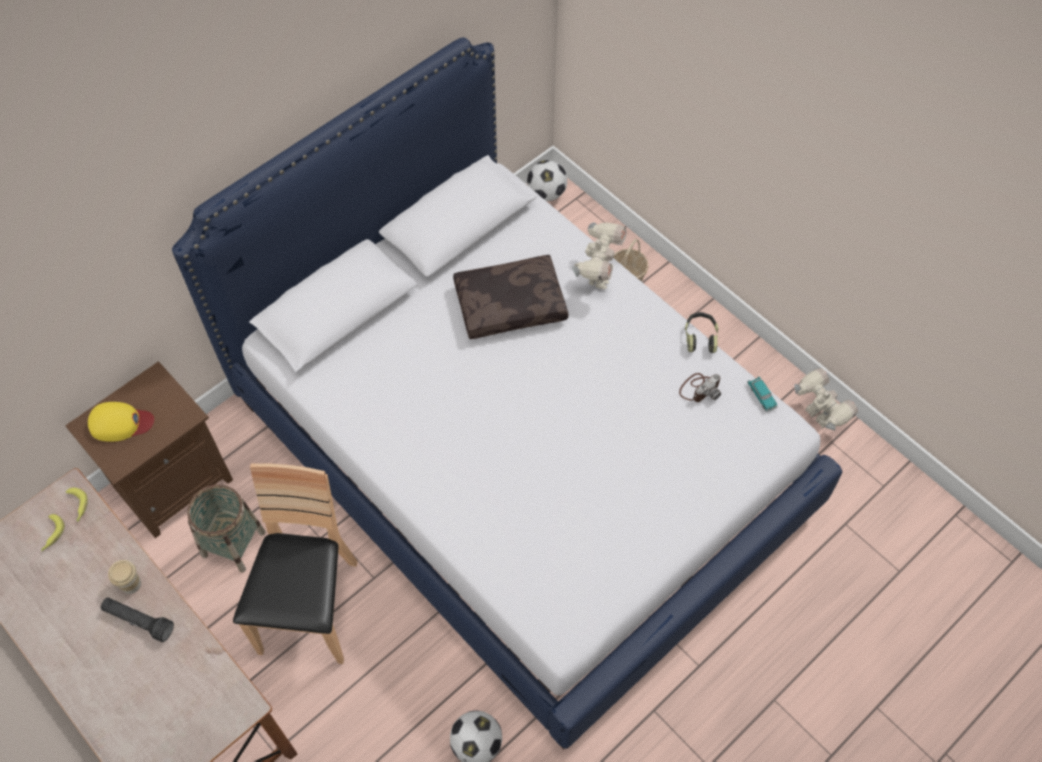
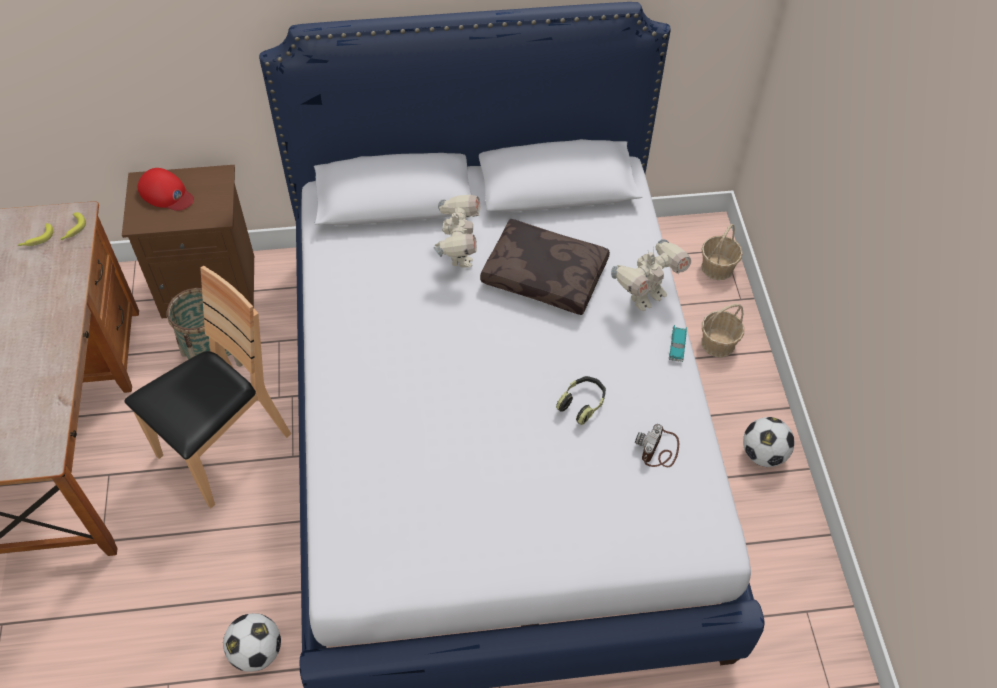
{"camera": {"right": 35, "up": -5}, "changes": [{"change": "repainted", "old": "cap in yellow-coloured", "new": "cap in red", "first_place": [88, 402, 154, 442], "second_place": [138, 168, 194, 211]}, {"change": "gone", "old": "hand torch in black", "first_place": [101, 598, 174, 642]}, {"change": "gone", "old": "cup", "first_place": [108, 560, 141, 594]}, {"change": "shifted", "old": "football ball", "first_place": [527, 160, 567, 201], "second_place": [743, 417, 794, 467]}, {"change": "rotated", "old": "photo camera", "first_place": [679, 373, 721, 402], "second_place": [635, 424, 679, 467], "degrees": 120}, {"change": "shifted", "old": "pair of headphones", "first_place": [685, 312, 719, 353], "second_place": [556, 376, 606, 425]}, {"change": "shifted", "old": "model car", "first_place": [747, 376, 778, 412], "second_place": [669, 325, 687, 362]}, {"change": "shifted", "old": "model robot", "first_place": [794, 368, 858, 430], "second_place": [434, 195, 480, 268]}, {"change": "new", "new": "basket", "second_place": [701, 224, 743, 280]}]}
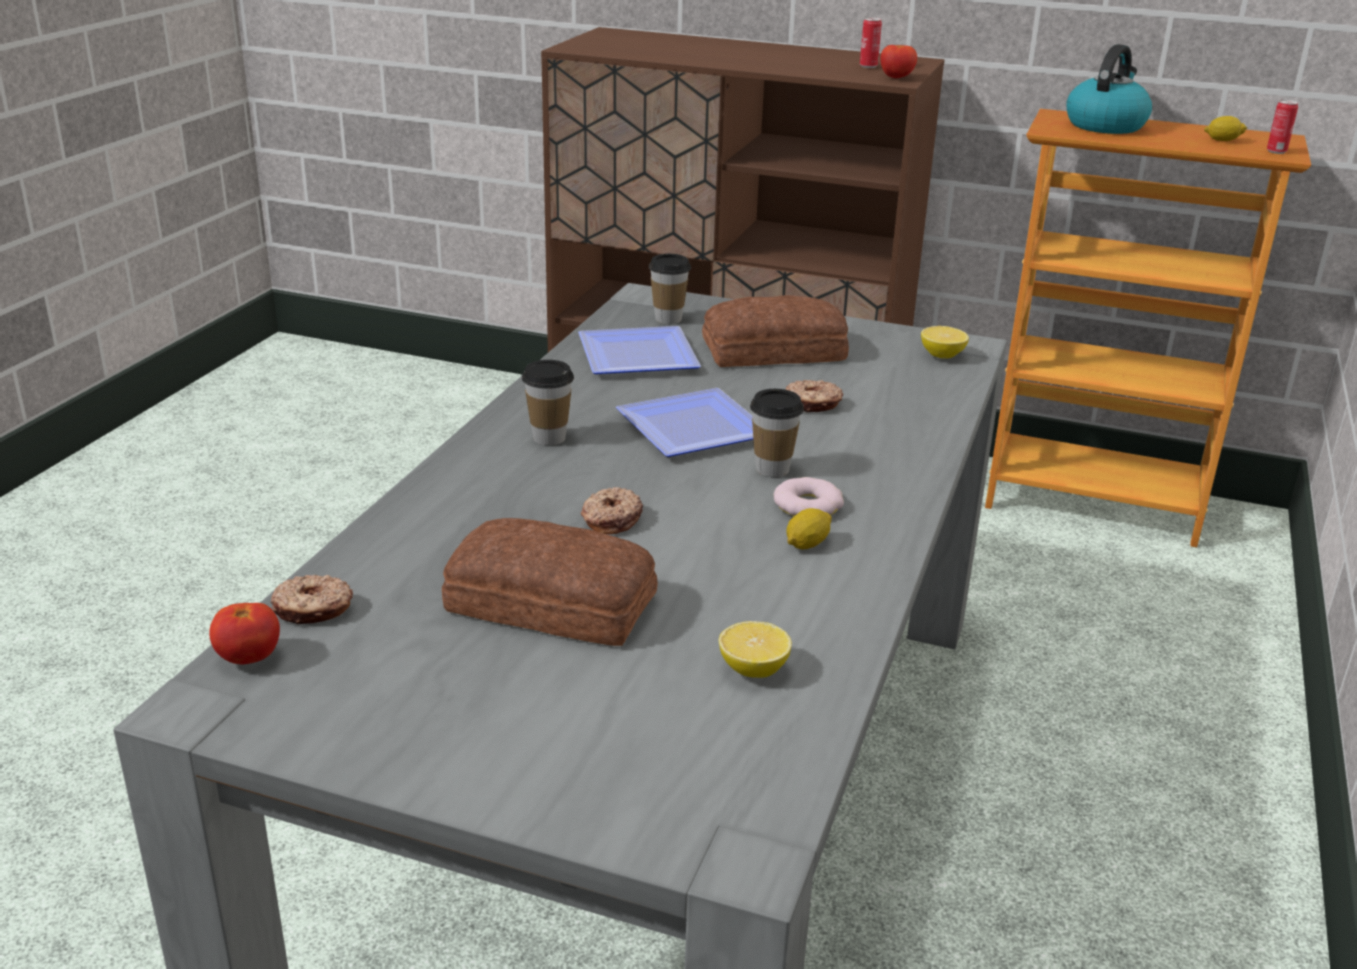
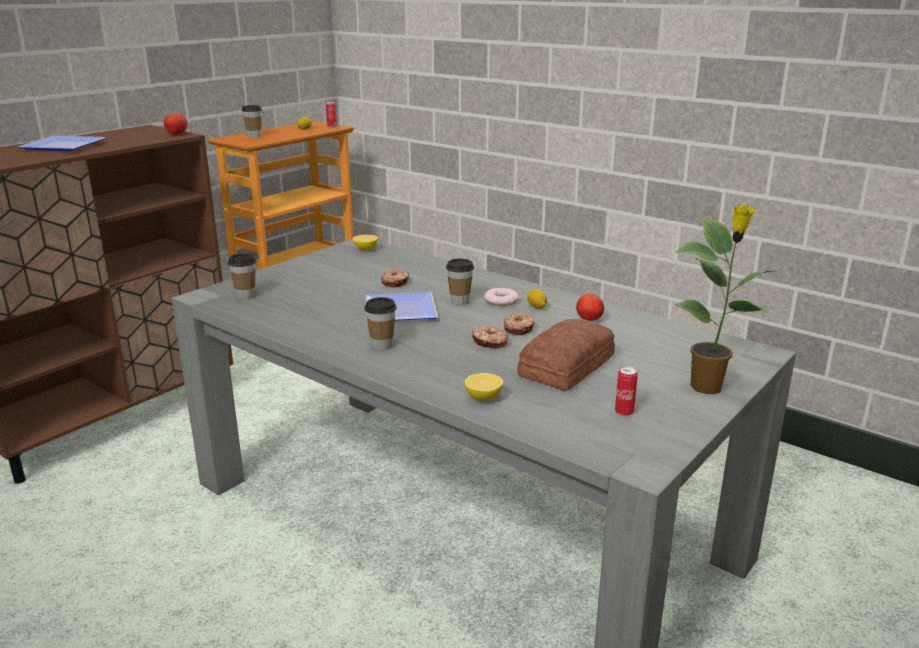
{"camera": {"right": -70, "up": -5}, "changes": [{"change": "shifted", "old": "whole tomato", "first_place": [209, 603, 280, 664], "second_place": [576, 294, 604, 321]}, {"change": "shifted", "old": "doughnut", "first_place": [271, 575, 353, 625], "second_place": [504, 312, 535, 335]}, {"change": "shifted", "old": "dinner plate", "first_place": [578, 326, 701, 374], "second_place": [18, 136, 106, 151]}, {"change": "gone", "old": "baked bread", "first_place": [702, 295, 849, 367]}, {"change": "shifted", "old": "whole lemon", "first_place": [719, 621, 792, 678], "second_place": [465, 373, 503, 401]}, {"change": "shifted", "old": "sealed can", "first_place": [860, 17, 882, 68], "second_place": [615, 366, 638, 416]}, {"change": "swapped", "old": "water kettle", "new": "cup", "first_place": [1066, 44, 1152, 134], "second_place": [242, 105, 262, 138]}, {"change": "new", "new": "houseplant", "second_place": [674, 204, 776, 394]}]}
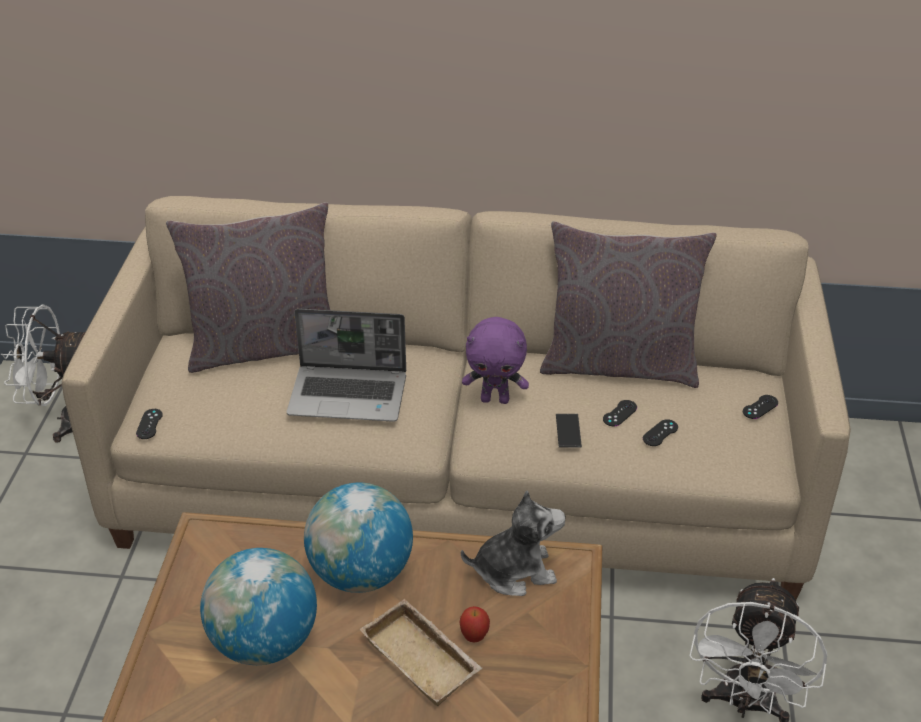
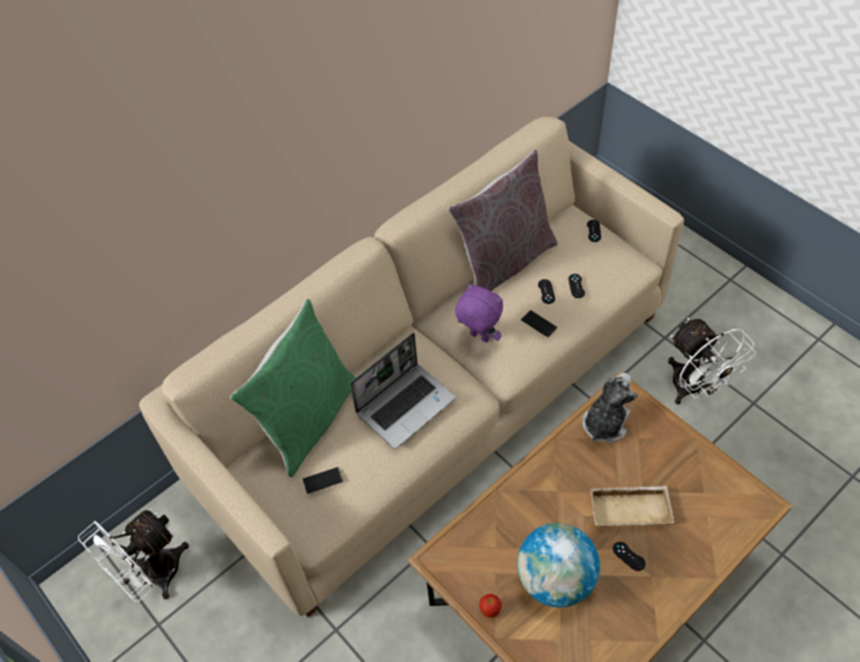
{"camera": {"right": -45, "up": 15}, "changes": [{"change": "shifted", "old": "gamepad in black", "first_place": [136, 409, 163, 439], "second_place": [613, 542, 646, 571]}, {"change": "repainted", "old": "cushion in greyish", "new": "cushion in greenish", "first_place": [166, 202, 330, 373], "second_place": [230, 299, 356, 477]}, {"change": "gone", "old": "desk globe", "first_place": [304, 483, 413, 593]}, {"change": "shifted", "old": "apple", "first_place": [459, 606, 490, 643], "second_place": [479, 594, 502, 617]}, {"change": "rotated", "old": "plush toy in purple-coloured", "first_place": [462, 317, 529, 404], "second_place": [455, 283, 503, 343], "degrees": -105}, {"change": "new", "new": "telephone", "second_place": [303, 467, 343, 494]}]}
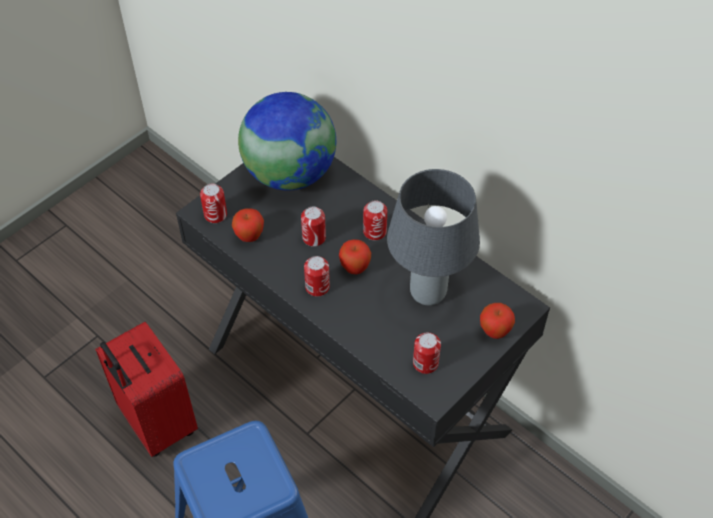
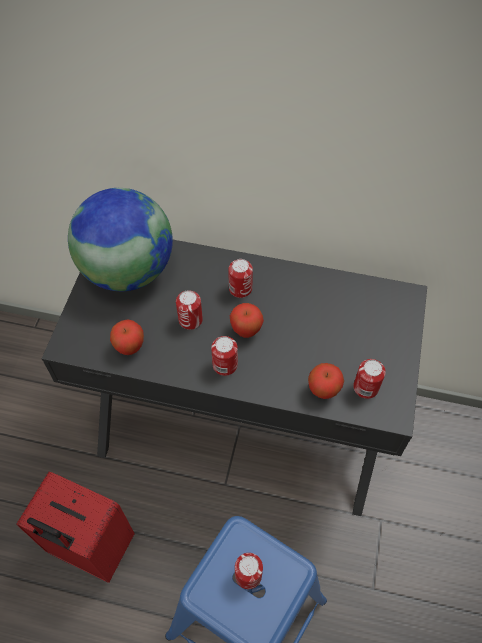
{"camera": {"right": -30, "up": 5}, "changes": [{"change": "shifted", "old": "sealed can", "first_place": [200, 184, 227, 223], "second_place": [235, 553, 263, 589]}, {"change": "gone", "old": "table lamp in greyish", "first_place": [387, 169, 480, 306]}, {"change": "shifted", "old": "apple", "first_place": [480, 303, 515, 339], "second_place": [308, 363, 344, 399]}]}
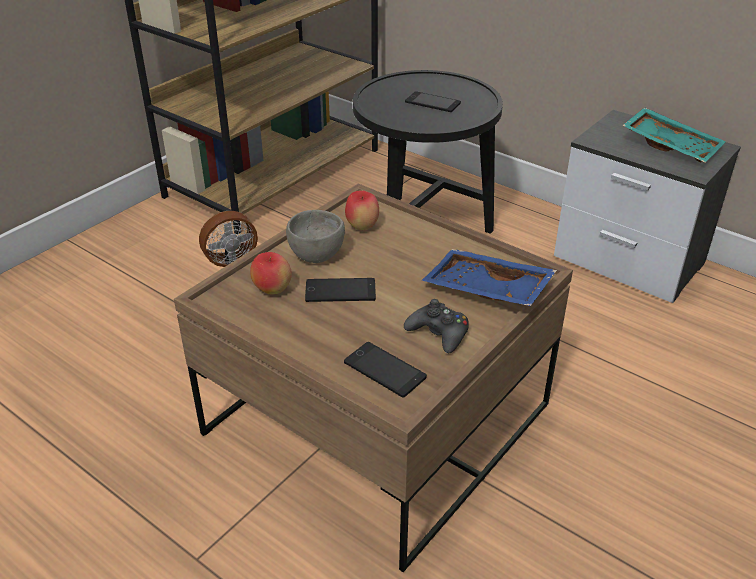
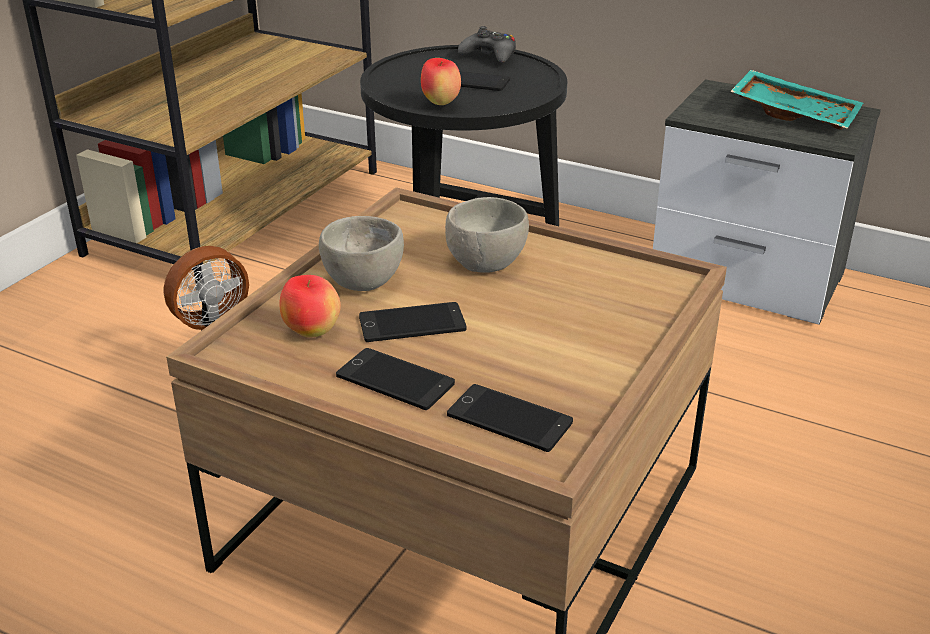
{"camera": {"right": -10, "up": -5}, "changes": [{"change": "shifted", "old": "apple", "first_place": [345, 191, 379, 230], "second_place": [421, 58, 461, 105]}, {"change": "shifted", "old": "gamepad in black", "first_place": [404, 299, 469, 353], "second_place": [458, 26, 516, 63]}, {"change": "gone", "old": "serving tray in blue", "first_place": [421, 249, 557, 306]}, {"change": "new", "new": "telephone", "second_place": [336, 348, 455, 410]}, {"change": "new", "new": "deep dish in greyish", "second_place": [445, 197, 529, 273]}]}
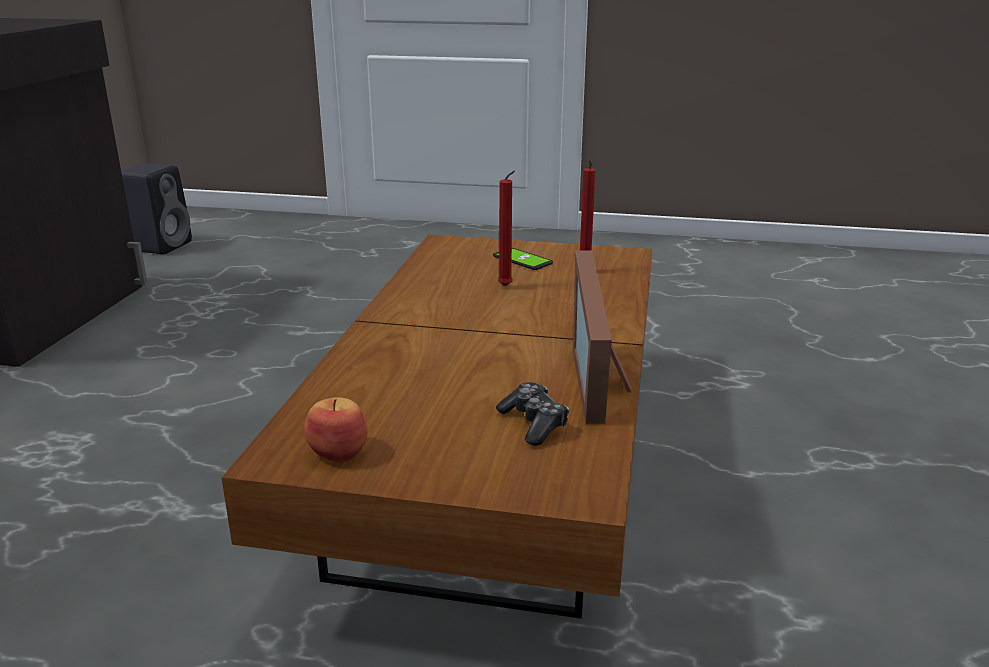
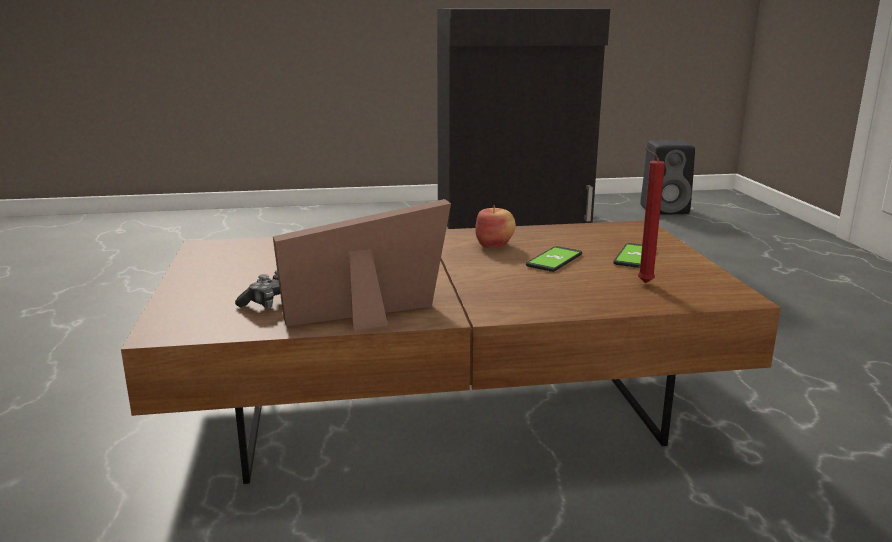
{"camera": {"right": 70, "up": -5}, "changes": [{"change": "shifted", "old": "apple", "first_place": [304, 397, 368, 463], "second_place": [475, 205, 516, 248]}, {"change": "swapped", "old": "wax light in red", "new": "telephone", "first_place": [498, 171, 515, 286], "second_place": [526, 246, 582, 272]}]}
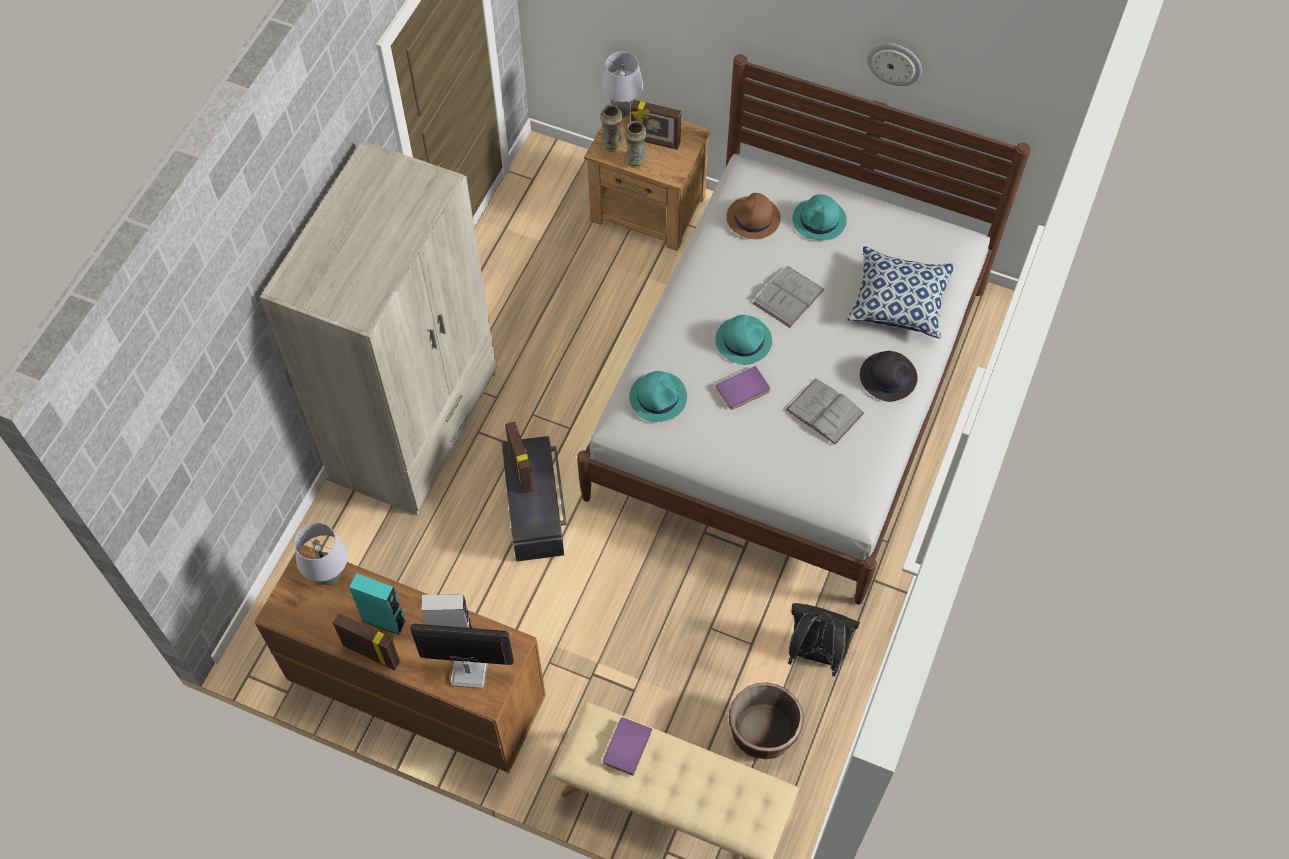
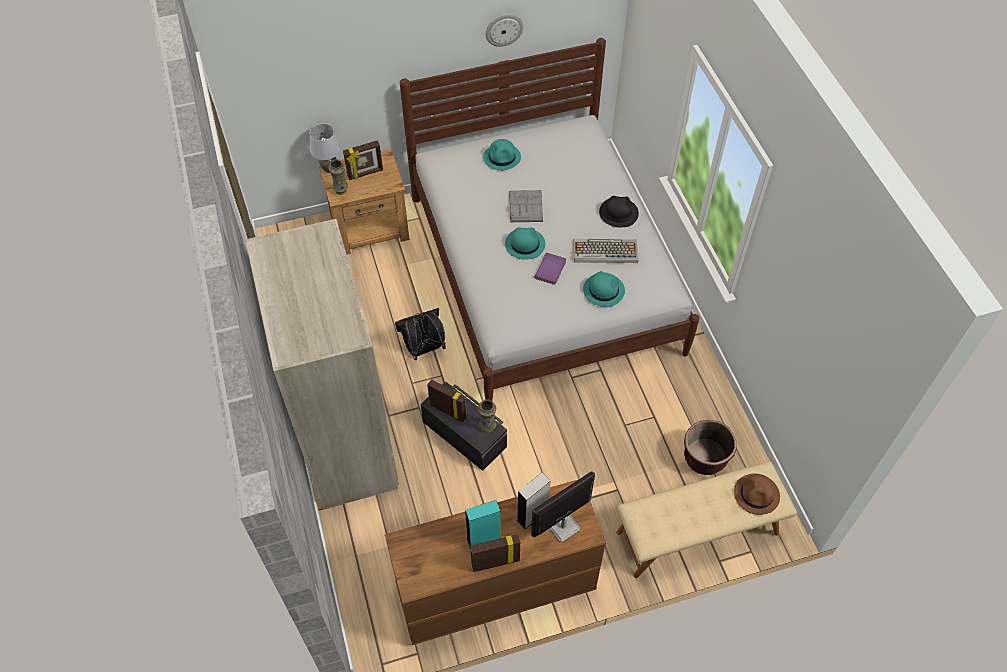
{"camera": {"right": -40, "up": -5}, "changes": [{"change": "gone", "old": "table lamp in greyish", "first_place": [294, 523, 348, 585]}, {"change": "gone", "old": "volume in purple-coloured", "first_place": [603, 717, 652, 776]}, {"change": "shifted", "old": "decorative vase", "first_place": [624, 121, 647, 168], "second_place": [478, 399, 497, 433]}, {"change": "shifted", "old": "hat in turquoise-coloured", "first_place": [629, 371, 687, 422], "second_place": [583, 271, 625, 307]}, {"change": "shifted", "old": "hat in brown", "first_place": [726, 193, 781, 239], "second_place": [734, 473, 780, 515]}, {"change": "swapped", "old": "volume in greyish", "new": "PC keyboard", "first_place": [786, 379, 864, 445], "second_place": [573, 239, 639, 263]}, {"change": "shifted", "old": "backpack in black", "first_place": [788, 603, 860, 676], "second_place": [395, 308, 446, 360]}, {"change": "gone", "old": "cushion", "first_place": [847, 246, 955, 339]}]}
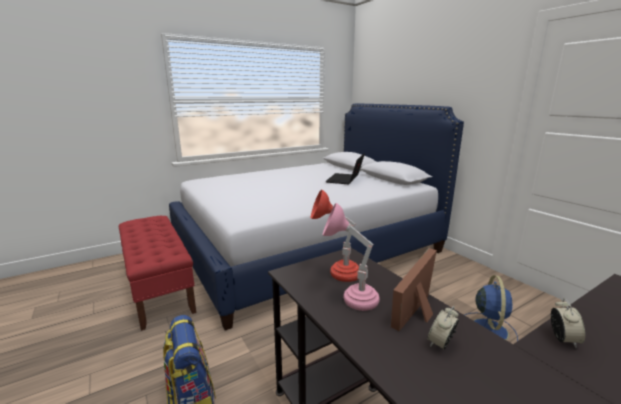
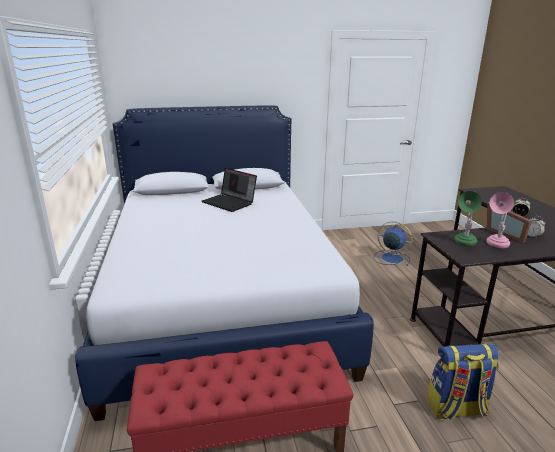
{"camera": {"right": -70, "up": 5}, "changes": [{"change": "repainted", "old": "table lamp in red", "new": "table lamp in greenish", "first_place": [311, 189, 359, 282], "second_place": [454, 191, 482, 246]}]}
